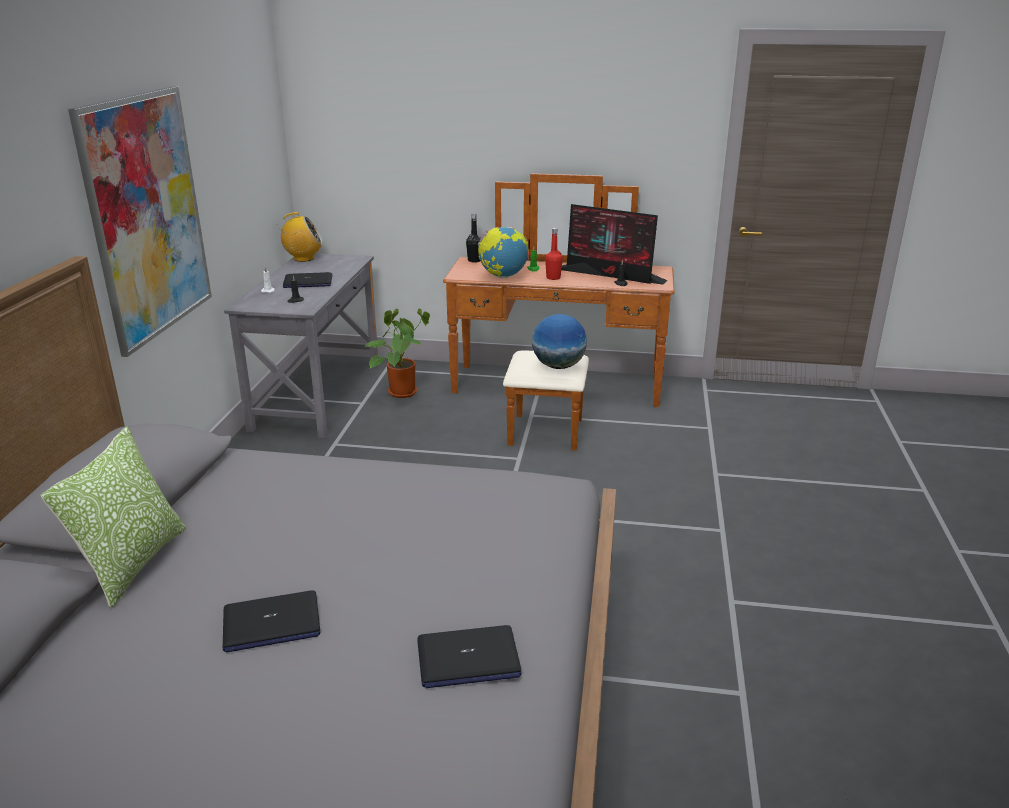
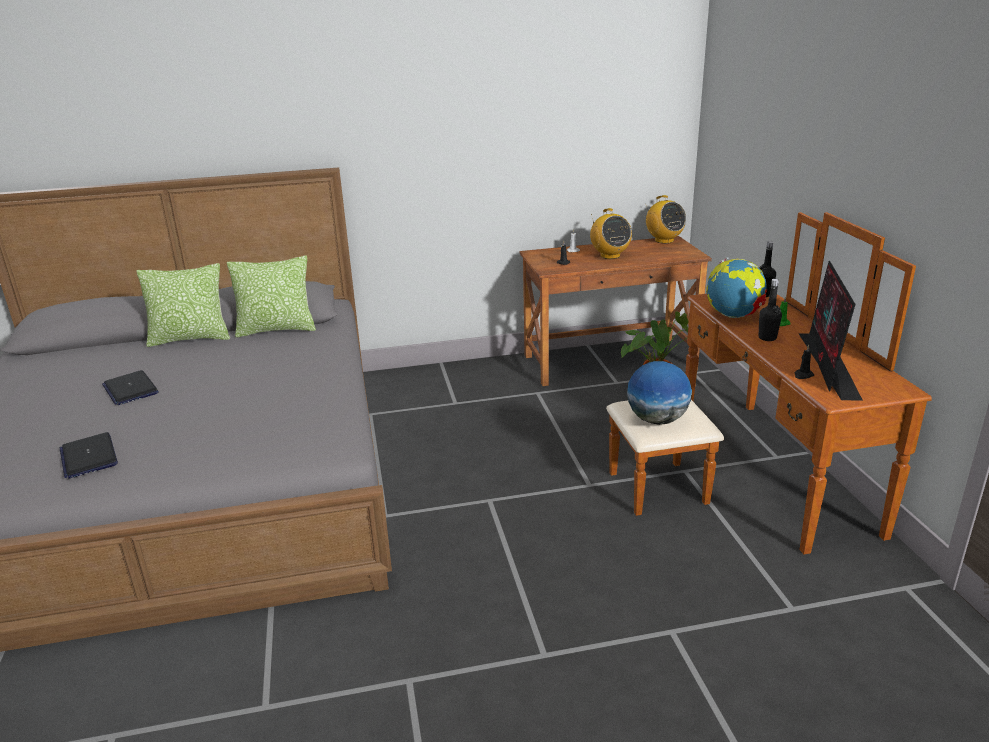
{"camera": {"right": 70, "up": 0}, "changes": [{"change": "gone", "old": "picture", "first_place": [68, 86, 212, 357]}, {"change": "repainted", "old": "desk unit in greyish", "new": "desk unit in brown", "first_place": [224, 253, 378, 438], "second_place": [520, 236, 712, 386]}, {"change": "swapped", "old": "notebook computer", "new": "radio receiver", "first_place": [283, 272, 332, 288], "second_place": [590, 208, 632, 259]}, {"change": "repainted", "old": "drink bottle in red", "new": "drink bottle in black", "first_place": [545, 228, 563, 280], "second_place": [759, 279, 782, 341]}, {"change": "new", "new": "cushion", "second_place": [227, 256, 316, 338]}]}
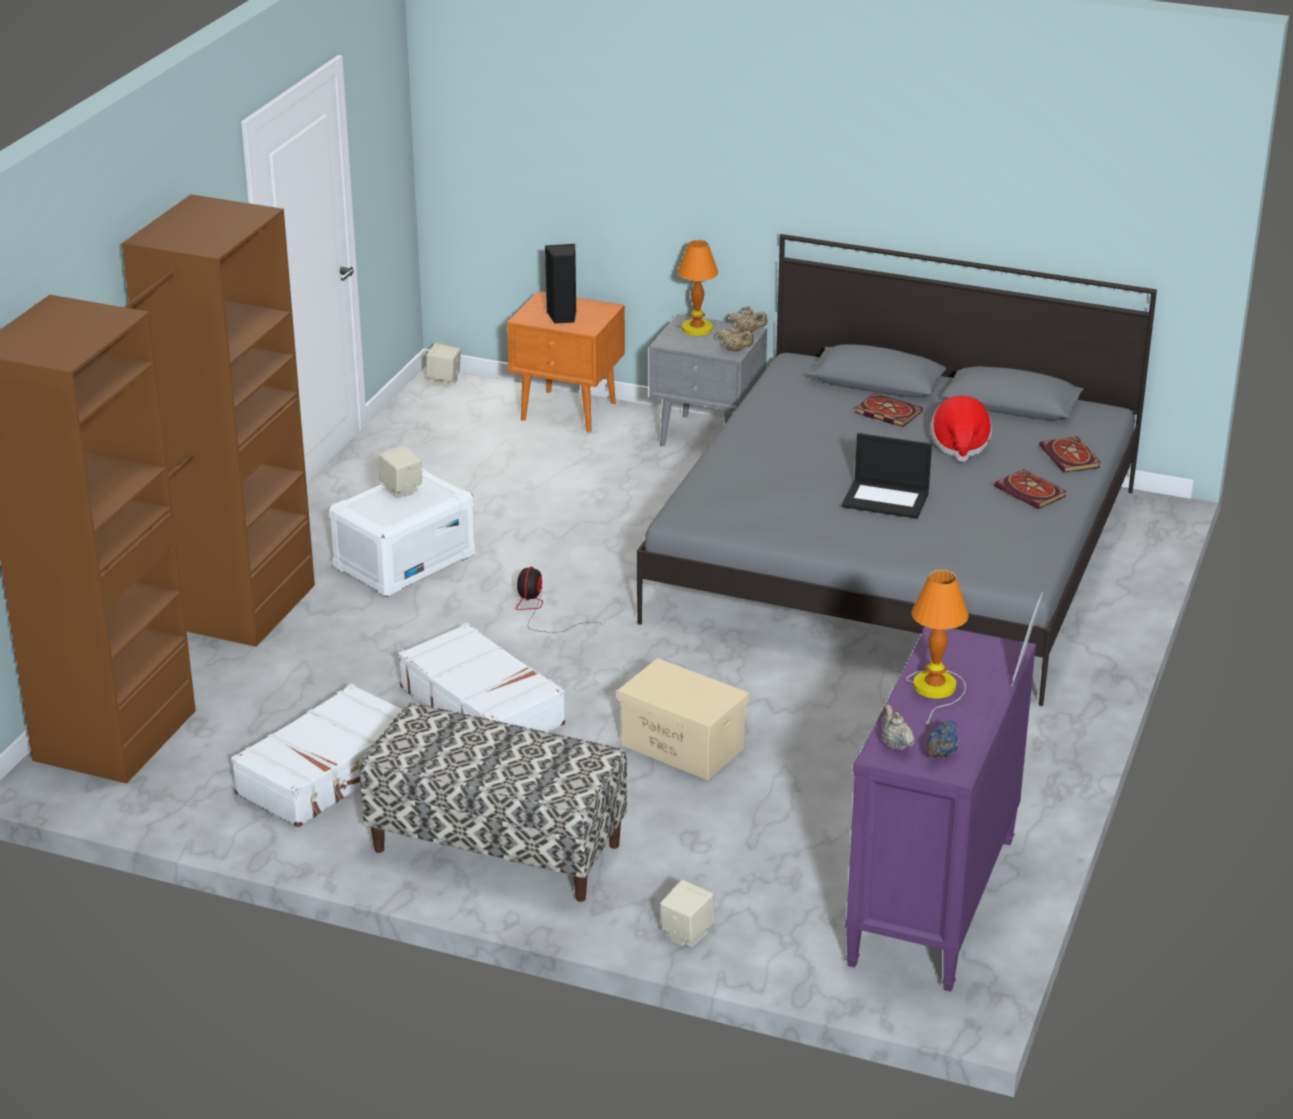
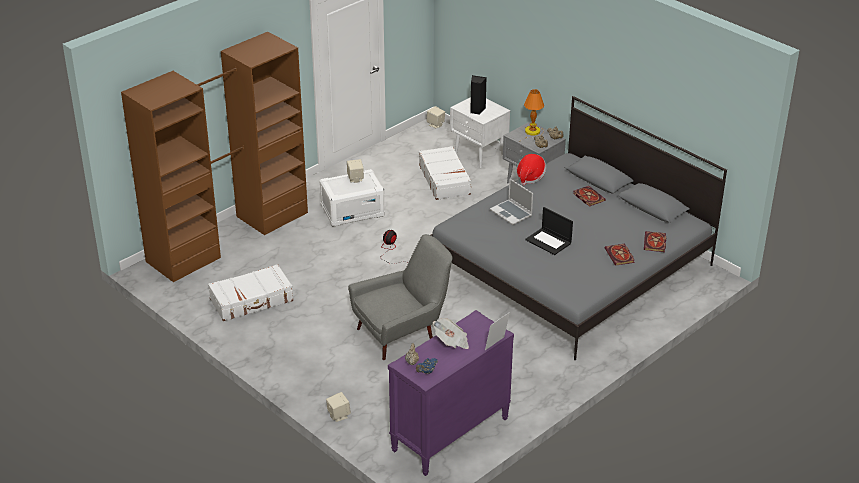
{"camera": {"right": 25, "up": 5}, "changes": [{"change": "gone", "old": "bench", "first_place": [360, 703, 627, 902]}, {"change": "shifted", "old": "travel case in white", "first_place": [398, 623, 565, 732], "second_place": [419, 146, 471, 200]}, {"change": "repainted", "old": "bedside table in orange", "new": "bedside table in white", "first_place": [507, 291, 625, 433], "second_place": [450, 97, 510, 168]}, {"change": "swapped", "old": "storage bin in sand-coloured", "new": "lounge chair in greyish", "first_place": [617, 658, 749, 780], "second_place": [348, 234, 452, 360]}, {"change": "swapped", "old": "table lamp", "new": "printed paper", "first_place": [906, 570, 969, 725], "second_place": [433, 318, 469, 349]}, {"change": "shifted", "old": "hat", "first_place": [931, 396, 992, 462], "second_place": [517, 154, 546, 186]}, {"change": "new", "new": "notebook computer", "second_place": [490, 178, 533, 225]}]}
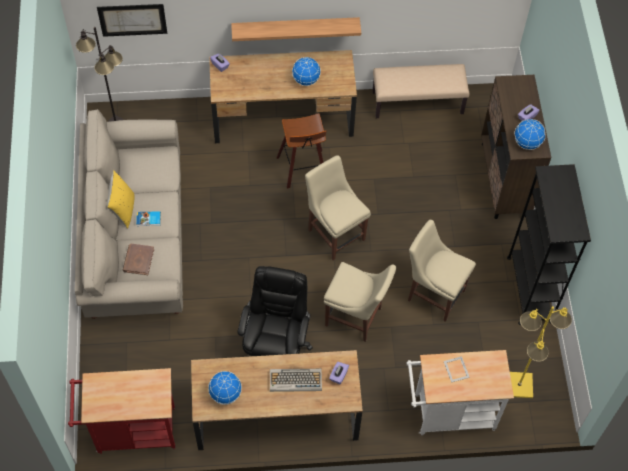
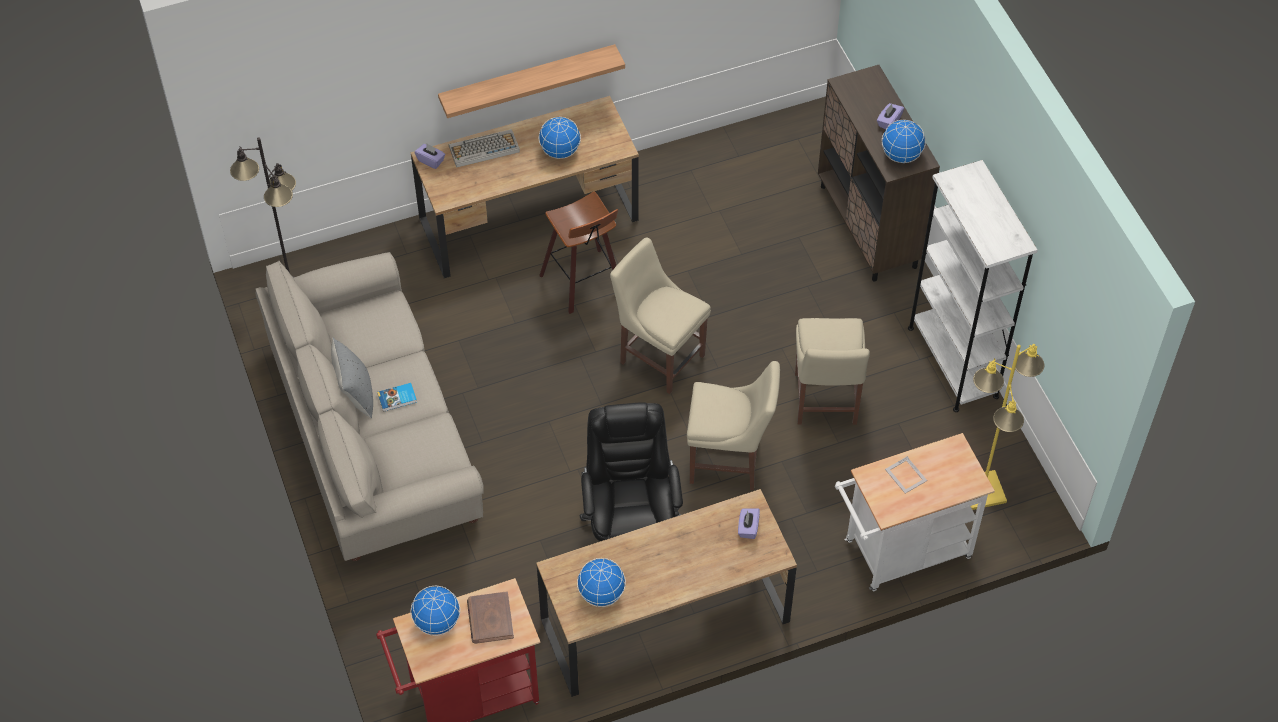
{"camera": {"right": -15, "up": -5}, "changes": [{"change": "gone", "old": "picture", "first_place": [97, 4, 167, 37]}, {"change": "repainted", "old": "cushion in yellow-coloured", "new": "cushion in greyish", "first_place": [107, 170, 134, 229], "second_place": [331, 338, 373, 418]}, {"change": "shifted", "old": "volume in brown", "first_place": [123, 244, 154, 275], "second_place": [467, 591, 514, 644]}, {"change": "shifted", "old": "PC keyboard", "first_place": [270, 369, 322, 392], "second_place": [449, 129, 520, 168]}, {"change": "gone", "old": "bench in sand-coloured", "first_place": [373, 64, 469, 118]}, {"change": "rotated", "old": "chair in sand-coloured", "first_place": [408, 220, 476, 322], "second_place": [795, 318, 870, 425], "degrees": -105}, {"change": "repainted", "old": "shelving unit in black", "new": "shelving unit in white", "first_place": [507, 164, 591, 325], "second_place": [908, 160, 1038, 412]}, {"change": "new", "new": "desk globe", "second_place": [411, 586, 460, 636]}]}
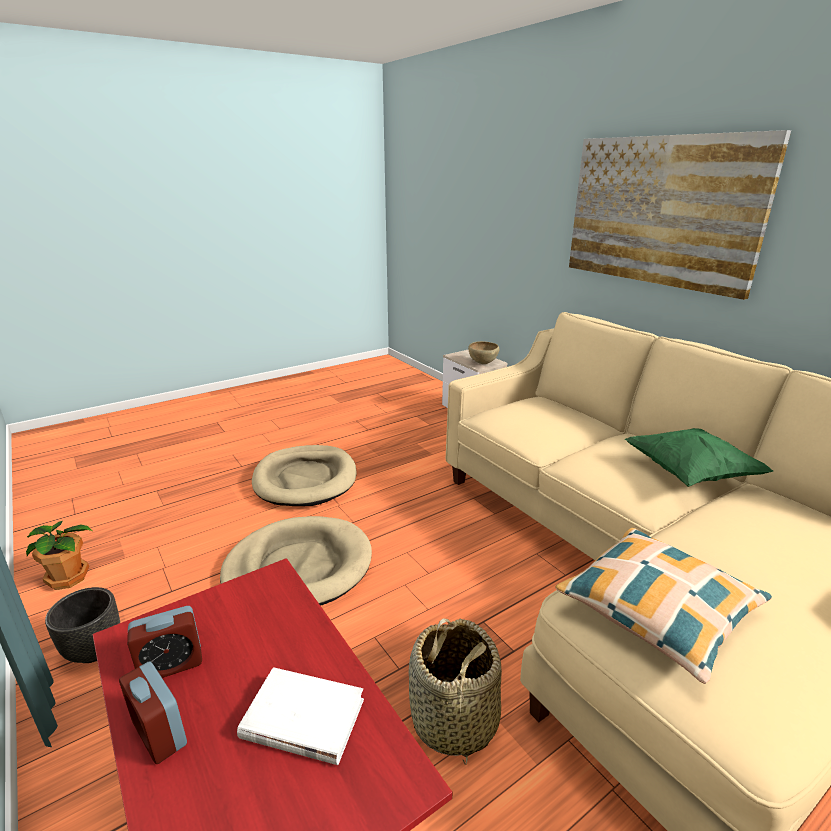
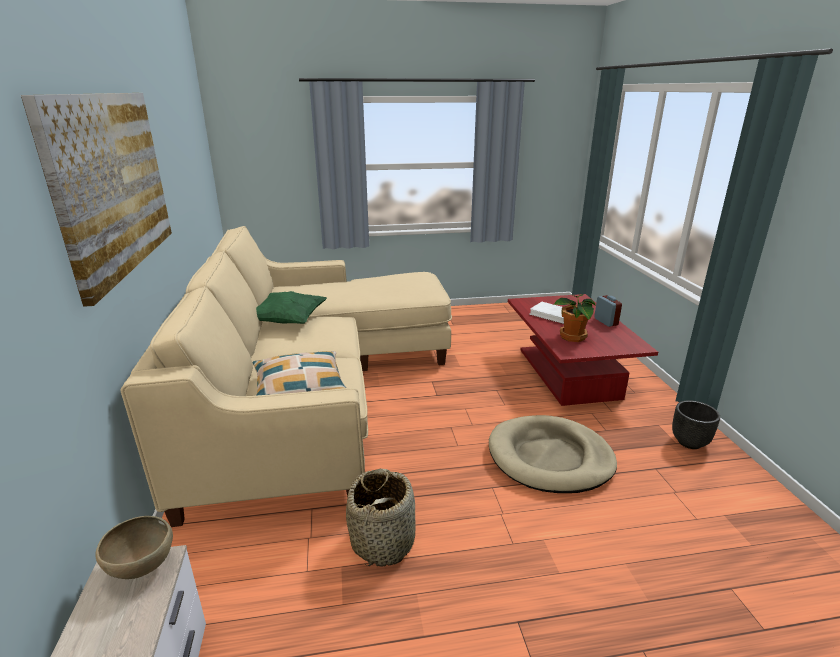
{"camera": {"right": -155, "up": 0}, "changes": [{"change": "shifted", "old": "houseplant", "first_place": [26, 521, 92, 590], "second_place": [554, 294, 596, 342]}, {"change": "gone", "old": "alarm clock", "first_place": [127, 606, 202, 678]}, {"change": "gone", "old": "dog cushion in sand-coloured", "first_place": [252, 445, 357, 506]}, {"change": "shifted", "old": "basket", "first_place": [409, 619, 502, 765], "second_place": [346, 468, 415, 566]}, {"change": "shifted", "old": "cushion", "first_place": [555, 528, 772, 684], "second_place": [252, 351, 346, 395]}]}
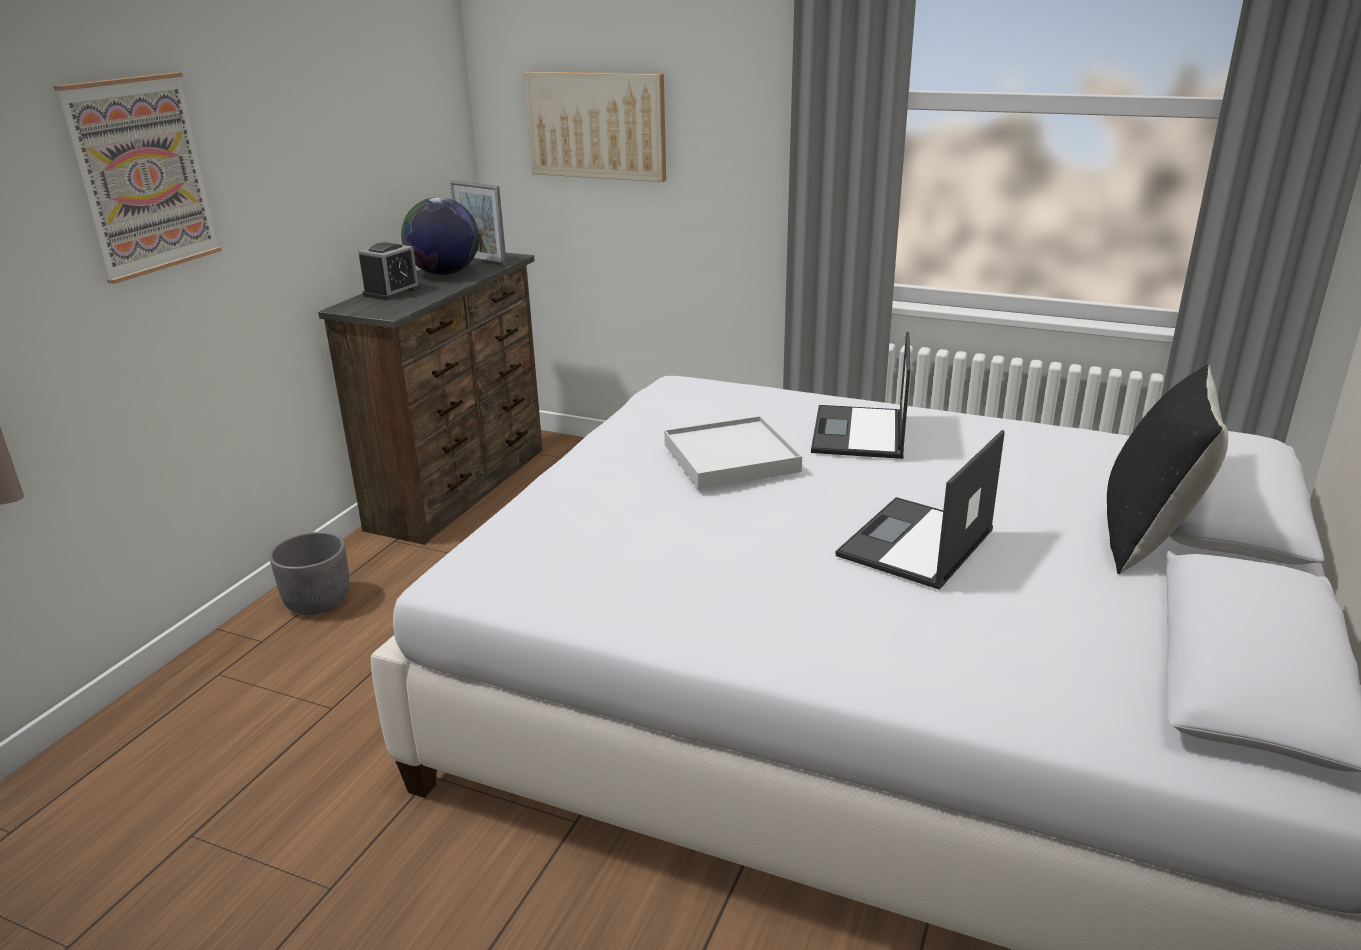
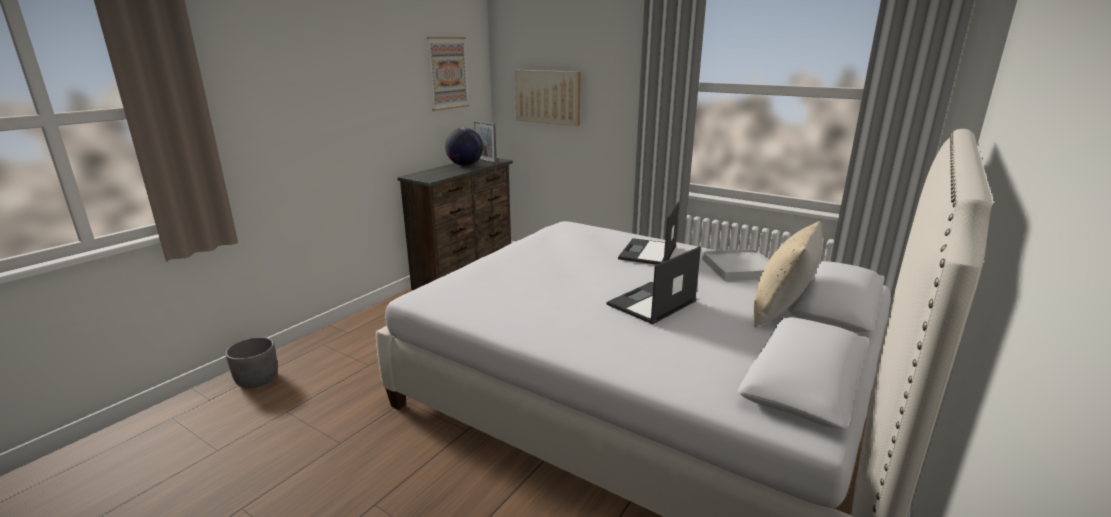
{"camera": {"right": 10, "up": -5}, "changes": [{"change": "shifted", "old": "picture", "first_place": [54, 72, 222, 284], "second_place": [427, 37, 470, 111]}, {"change": "shifted", "old": "plant pot in greyish", "first_place": [269, 532, 350, 615], "second_place": [225, 337, 278, 388]}, {"change": "gone", "old": "alarm clock", "first_place": [358, 242, 420, 300]}, {"change": "shifted", "old": "serving tray in white", "first_place": [664, 416, 802, 489], "second_place": [702, 249, 769, 281]}, {"change": "repainted", "old": "cushion in black", "new": "cushion in sand-coloured", "first_place": [1107, 365, 1228, 574], "second_place": [754, 221, 822, 328]}]}
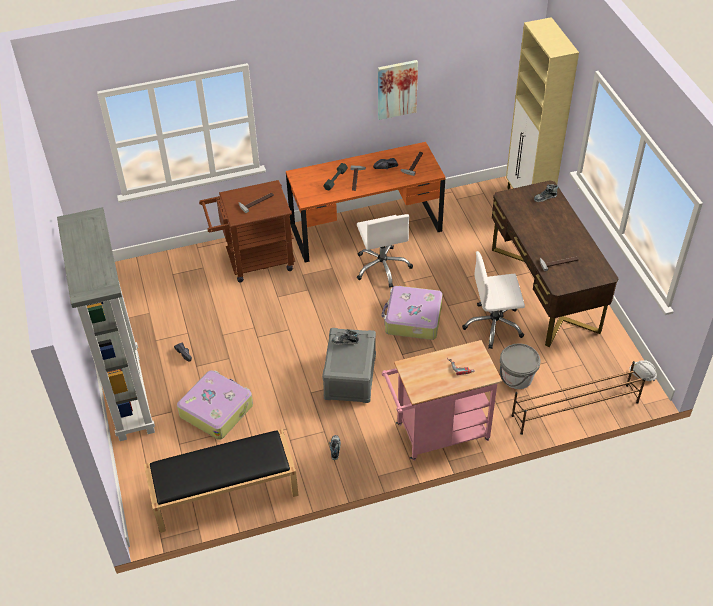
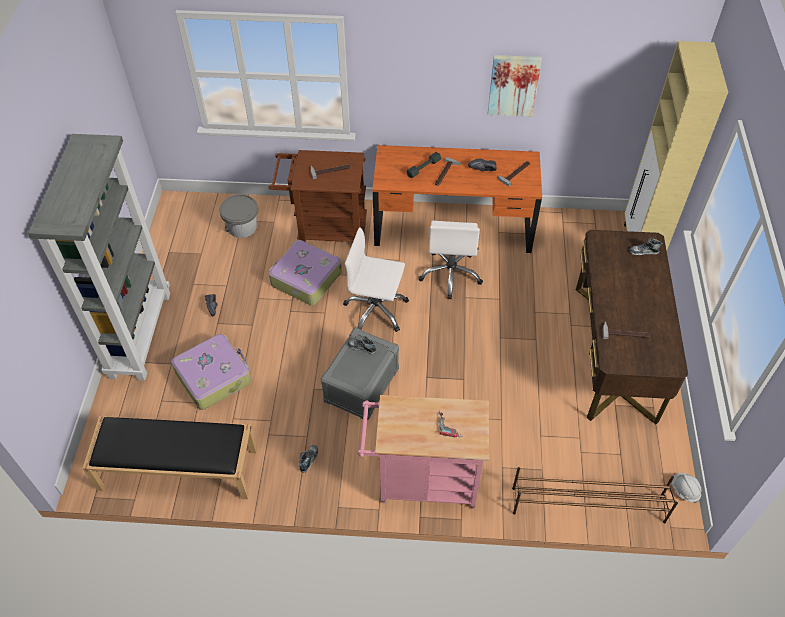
{"camera": {"right": 20, "up": 5}, "changes": [{"change": "shifted", "old": "travel case", "first_place": [381, 286, 443, 340], "second_place": [269, 240, 342, 305]}, {"change": "shifted", "old": "office chair in white", "first_place": [462, 251, 525, 349], "second_place": [343, 227, 409, 332]}, {"change": "shifted", "old": "pail in greyish", "first_place": [500, 343, 541, 389], "second_place": [219, 194, 258, 238]}]}
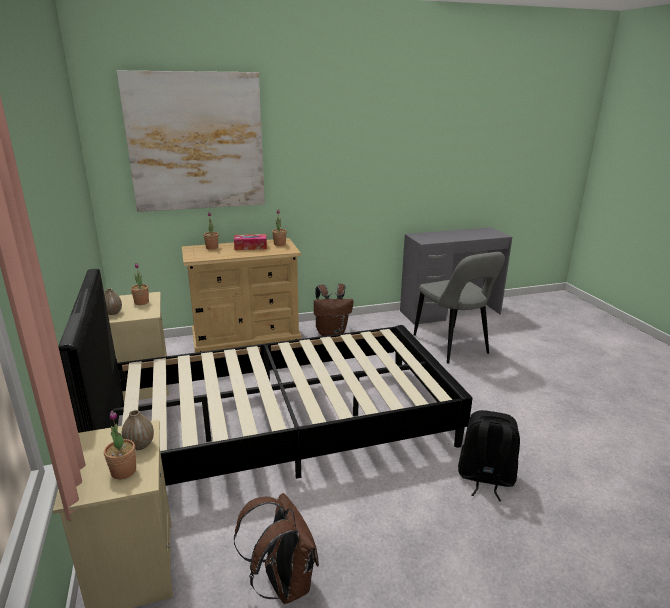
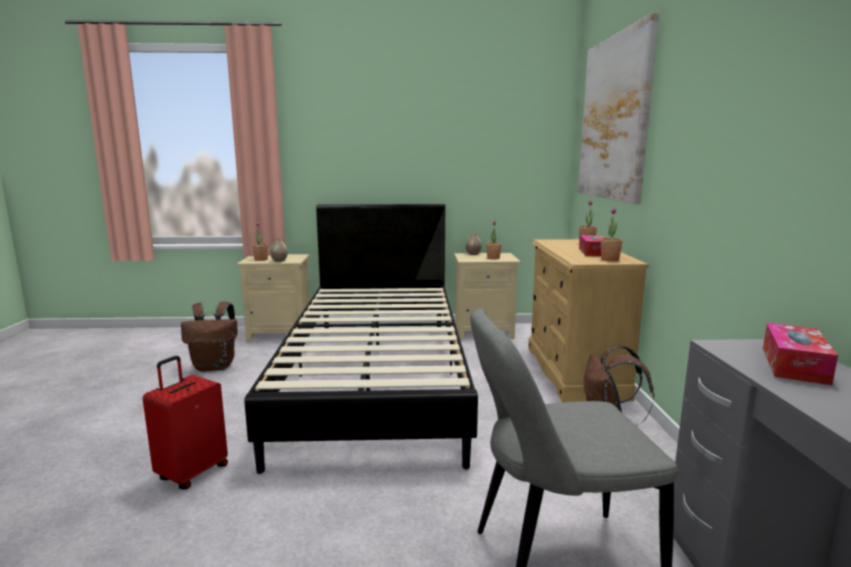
{"camera": {"right": 105, "up": -10}, "changes": [{"change": "swapped", "old": "backpack in black", "new": "travel case in red", "first_place": [458, 410, 520, 501], "second_place": [143, 356, 228, 489]}, {"change": "new", "new": "box of tissues", "second_place": [763, 323, 838, 385]}]}
